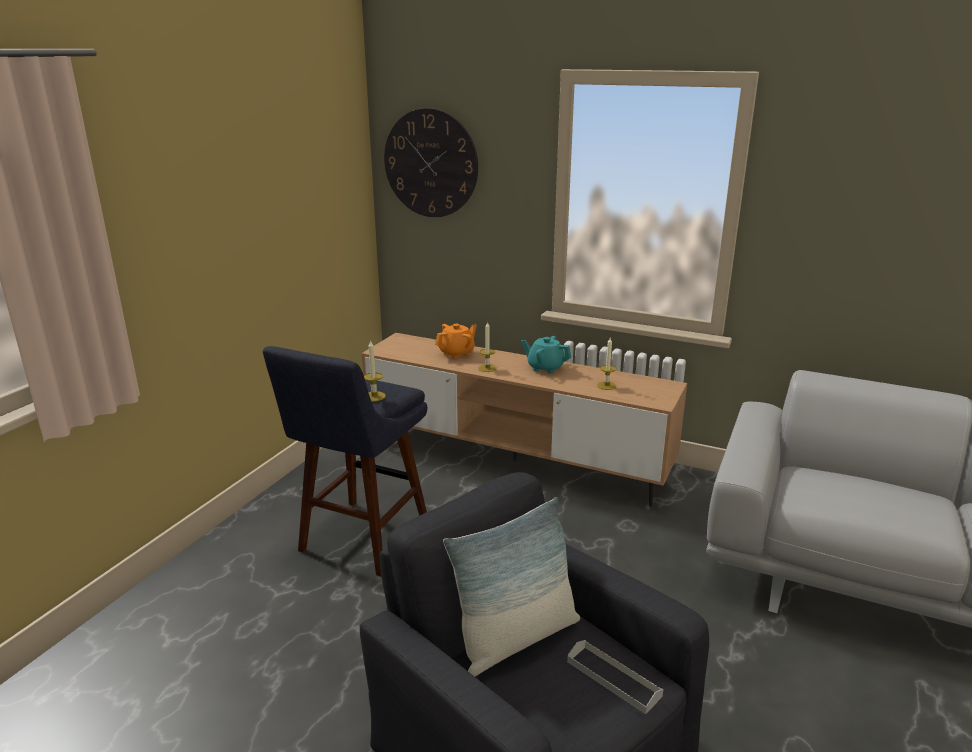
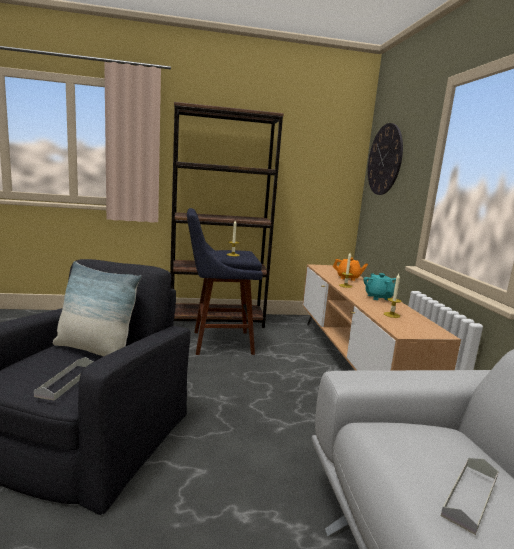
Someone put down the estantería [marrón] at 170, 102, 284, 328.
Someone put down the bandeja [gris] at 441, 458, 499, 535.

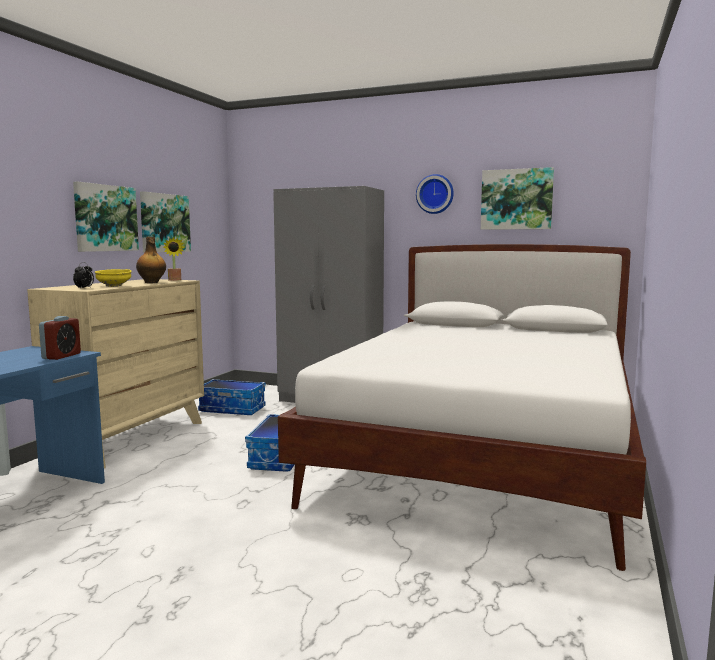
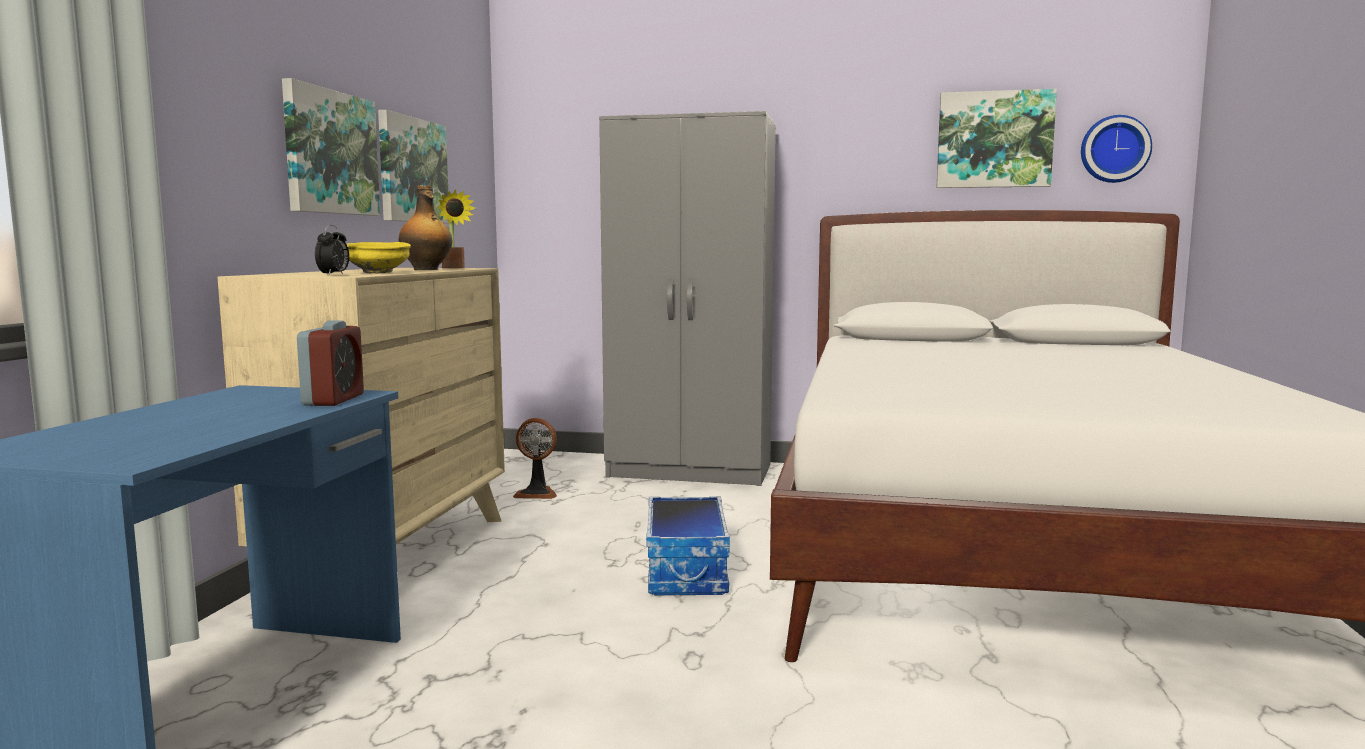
Someone carried the reloj de pared from 416, 174, 454, 214 to 1081, 115, 1152, 183.
Someone swapped the caja de almacenaje at 198, 379, 265, 415 for the ventilador at 513, 418, 557, 499.

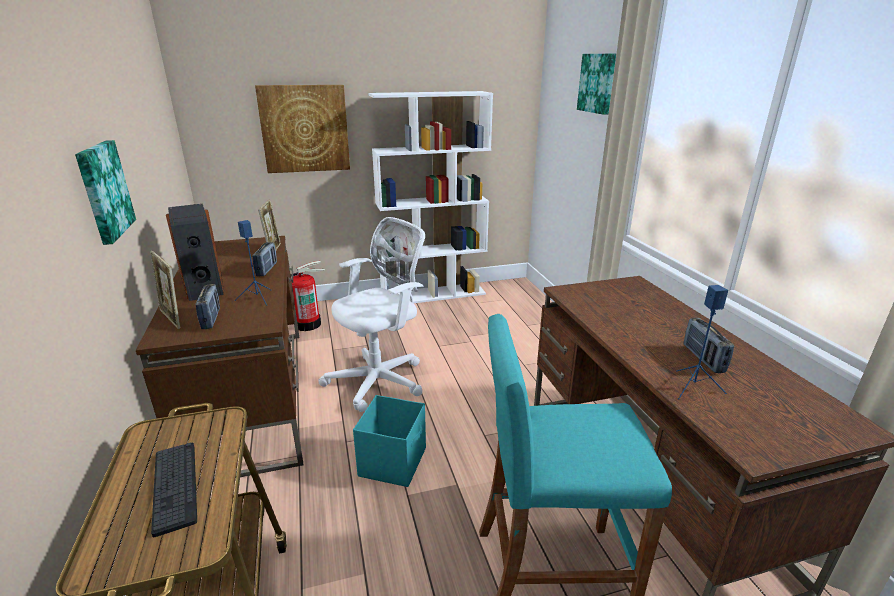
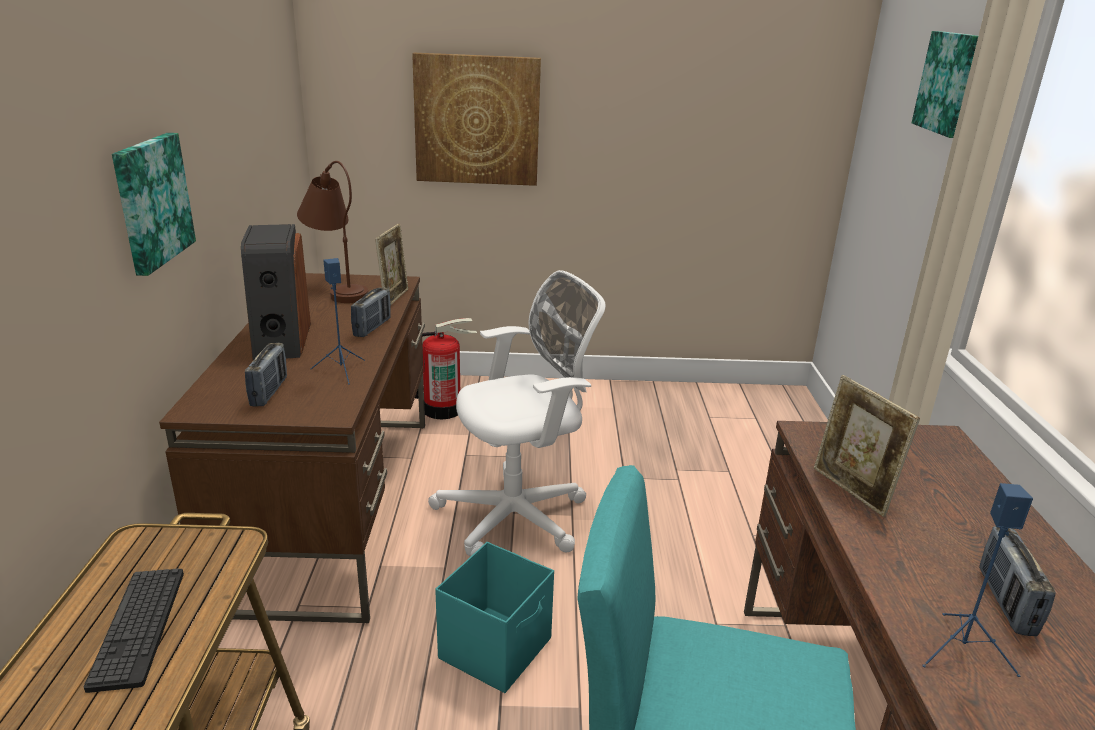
Someone took away the estantería [blanco] at 369, 91, 493, 303.
Someone carried the portarretratos from 151, 251, 180, 329 to 814, 375, 920, 517.
Someone put down the lámpara de mesa [marrón] at 297, 161, 368, 303.

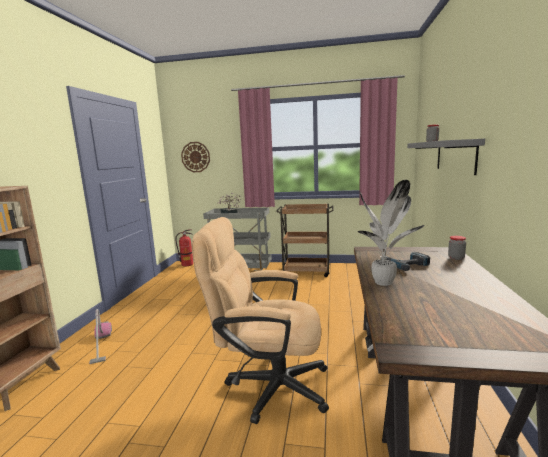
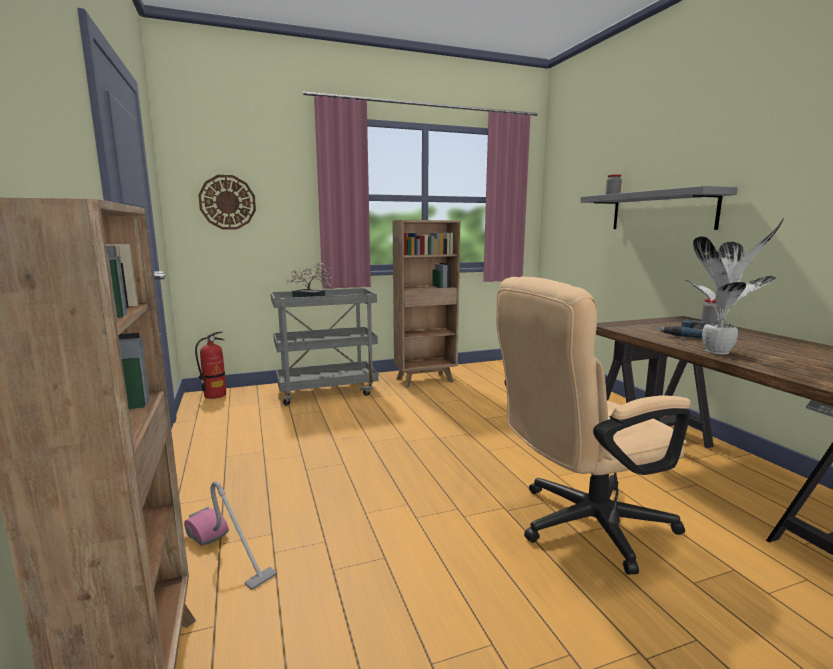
Someone swapped the carrito [marrón] at 276, 204, 334, 277 for the estantería [marrón] at 393, 220, 461, 388.

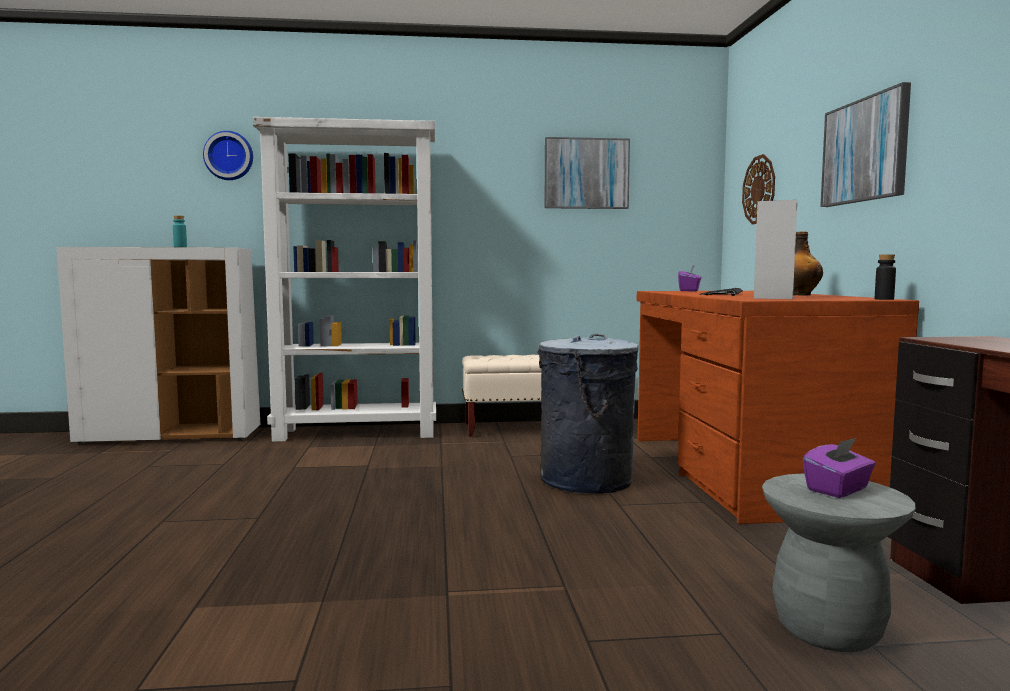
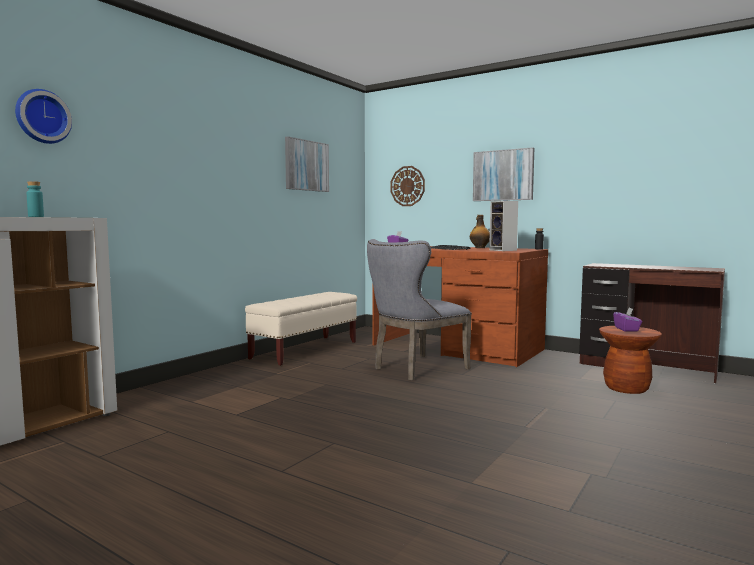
Someone took away the estantería [blanco] at 253, 117, 436, 442.
Someone swapped the papelera [gris] at 537, 334, 639, 494 for the silla [gris] at 367, 239, 472, 380.
Someone repainted the taburete [gris] at 762, 473, 915, 652, which became the taburete [marrón] at 599, 326, 662, 394.

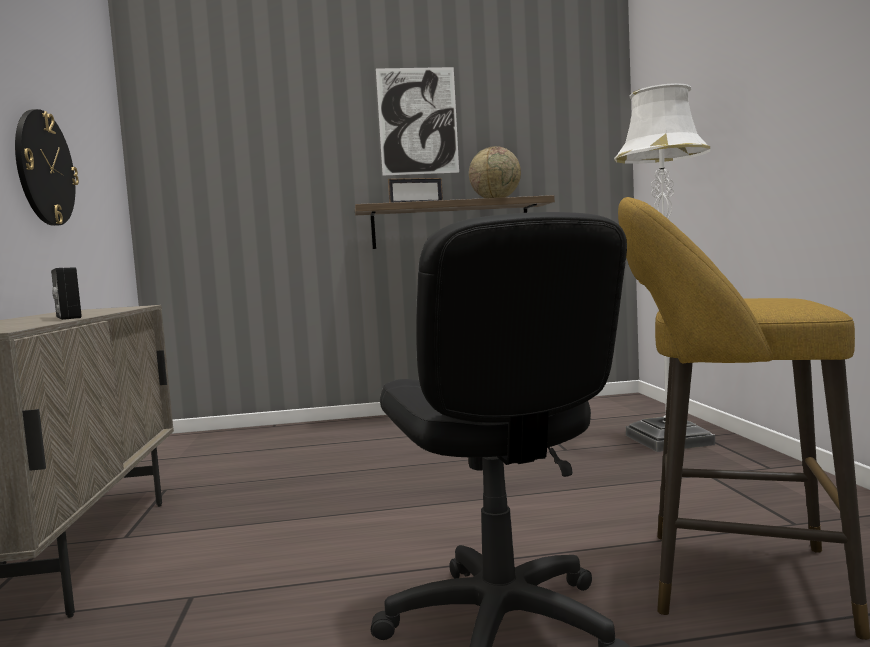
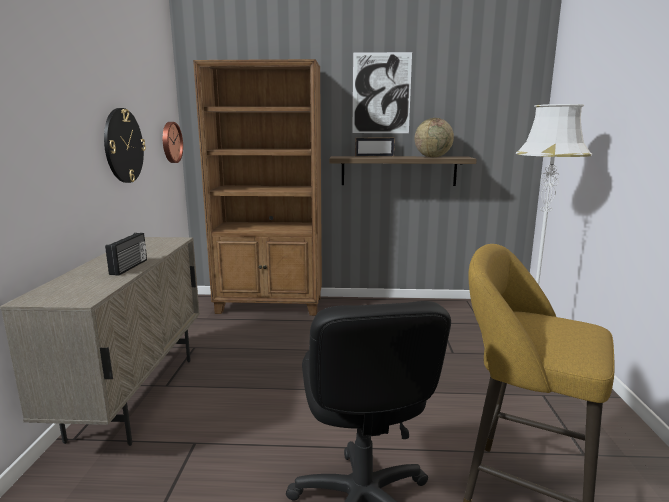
Someone rotated the radio at 51, 267, 82, 320 by 150 degrees counterclockwise.
Someone put down the estantería [marrón] at 193, 59, 322, 316.
Someone put up the reloj de pared at 163, 122, 183, 163.

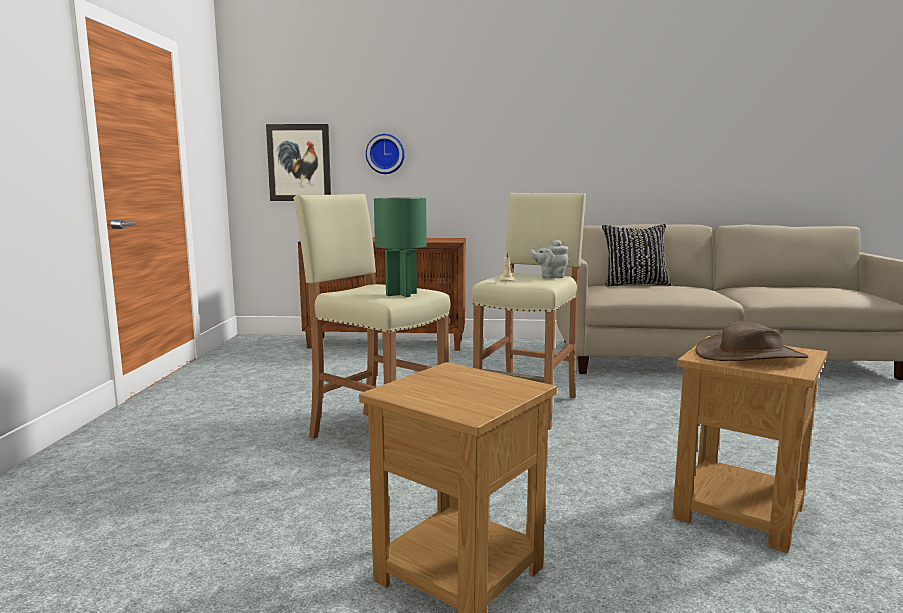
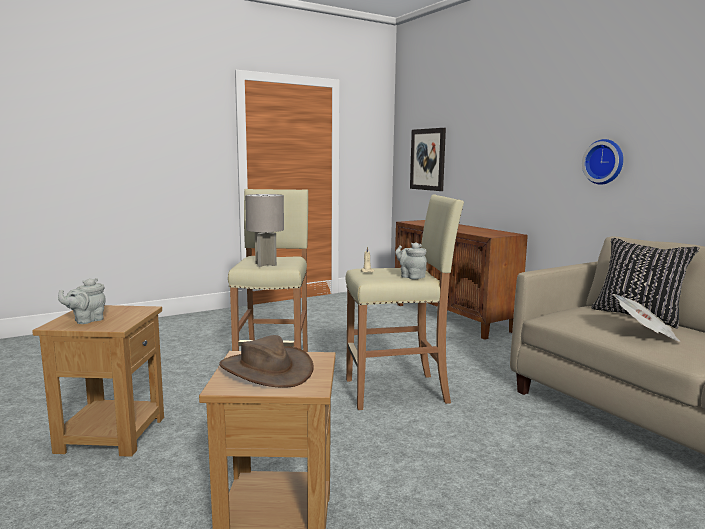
Someone carried the reloj de pared from 366, 134, 405, 174 to 582, 139, 623, 185.
Someone repainted the lámpara de mesa [verde] at 374, 198, 427, 297, which became the lámpara de mesa [gris] at 245, 194, 284, 267.
Someone put down the tetera [gris] at 58, 278, 106, 324.
Someone put down the periódico at 613, 294, 681, 342.

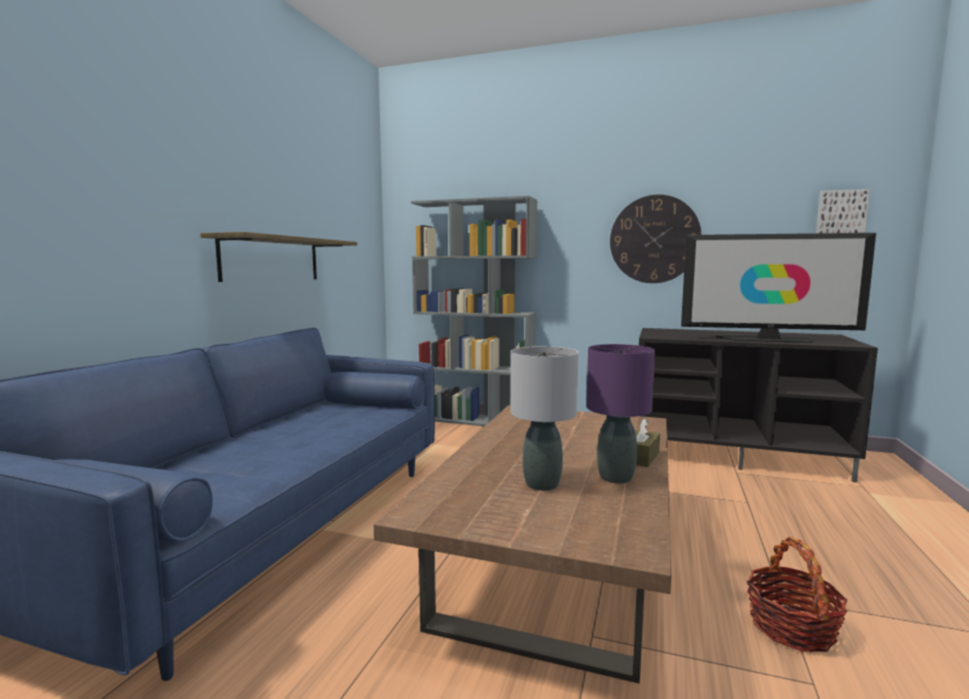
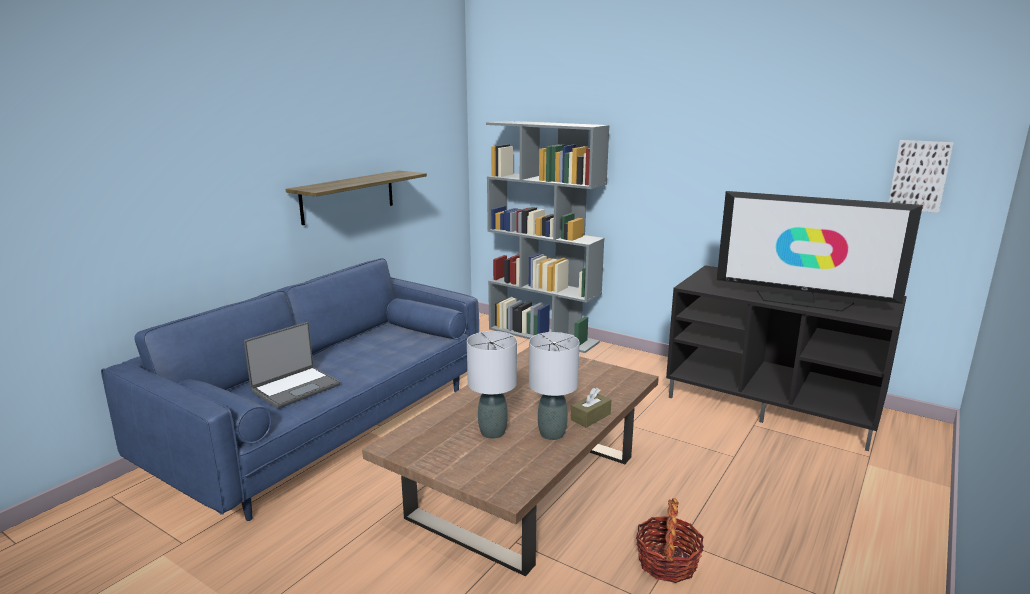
Someone took away the reloj de pared at 610, 194, 701, 283.
Someone repainted the lámpara de mesa [morado] at 586, 344, 655, 484, which became the lámpara de mesa [gris] at 529, 332, 580, 440.
Someone put down the portátil at 244, 322, 340, 409.

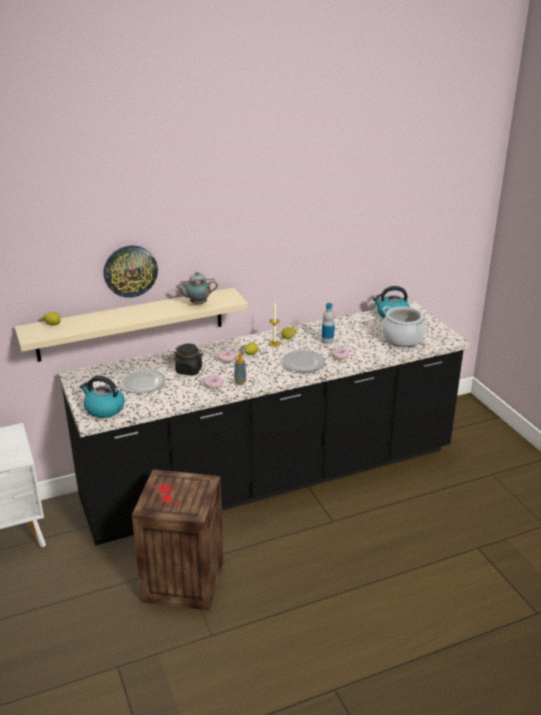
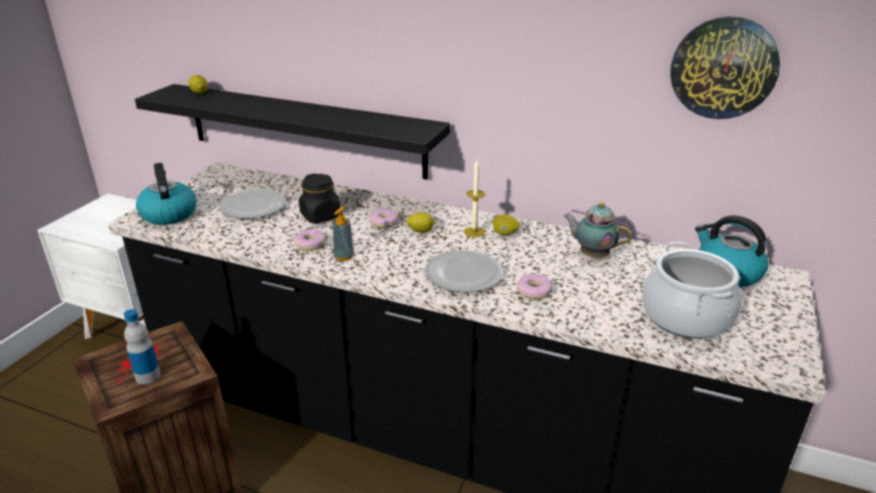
Someone carried the reloj de pared from 104, 246, 158, 298 to 670, 16, 780, 119.
Someone carried the tetera from 176, 272, 218, 304 to 563, 202, 632, 258.
Someone repainted the estante [beis] at 15, 288, 248, 362, which became the estante [negro] at 135, 84, 450, 180.
Someone carried the botella from 321, 303, 335, 344 to 124, 309, 160, 384.

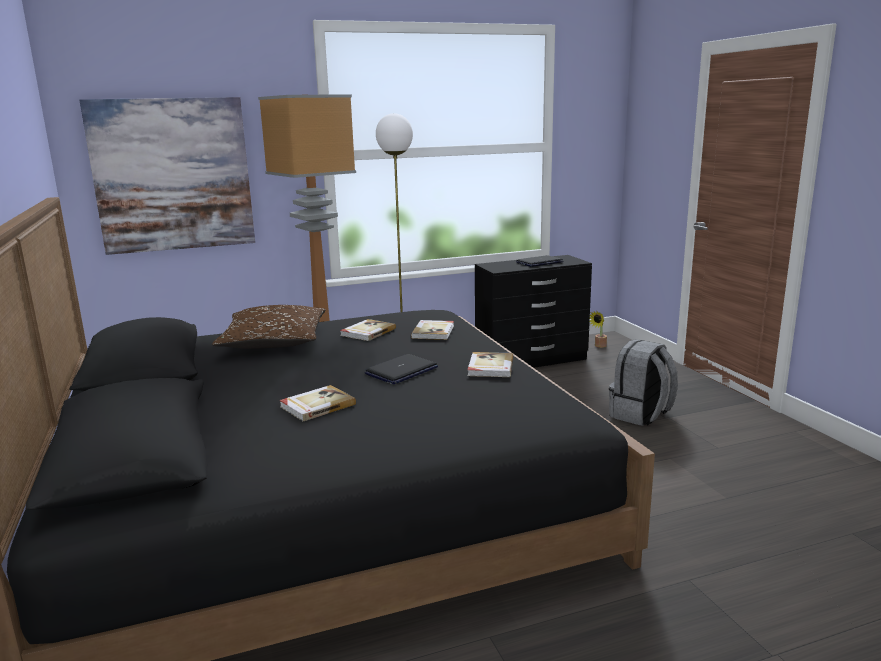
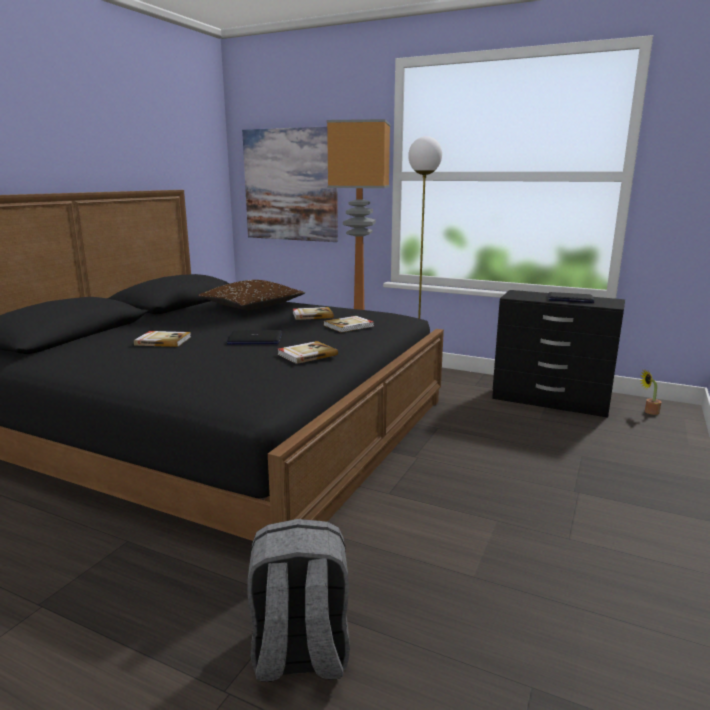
Someone carried the mochila [gris] from 609, 339, 678, 426 to 247, 519, 350, 682.

